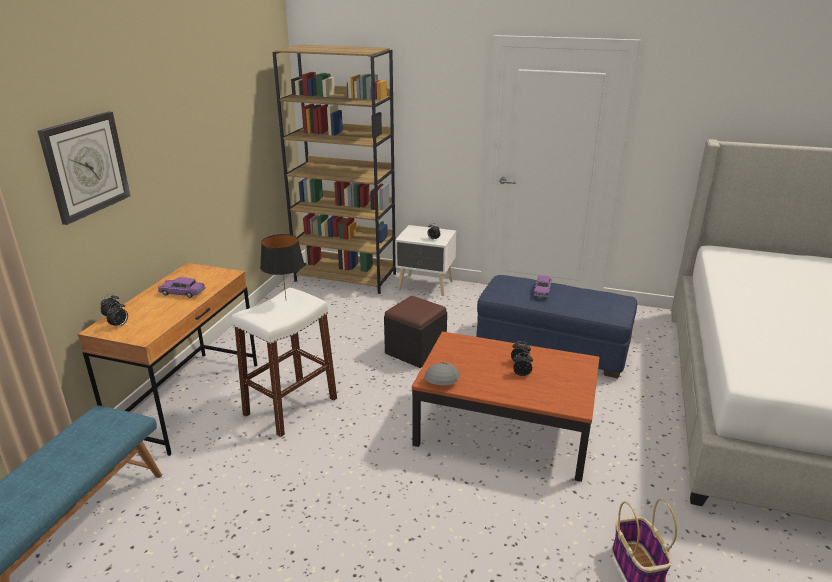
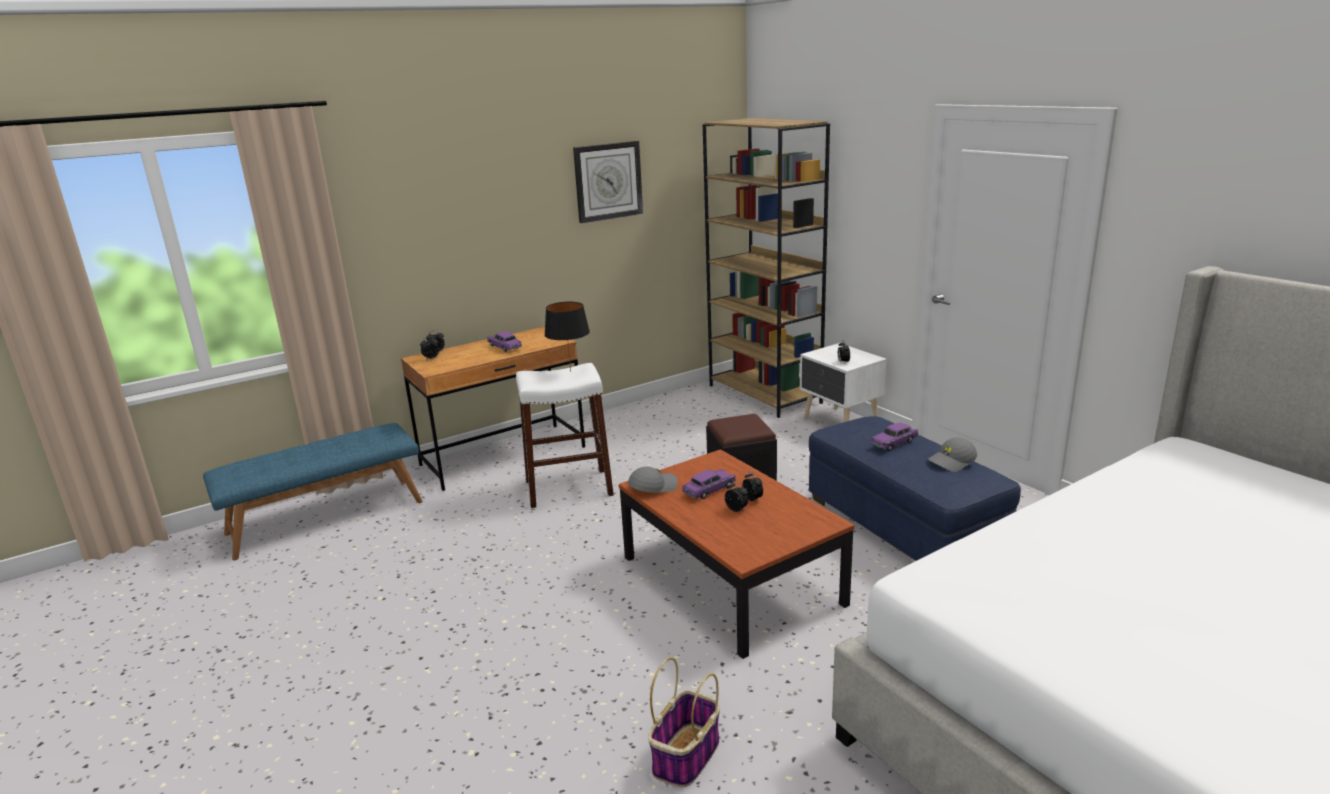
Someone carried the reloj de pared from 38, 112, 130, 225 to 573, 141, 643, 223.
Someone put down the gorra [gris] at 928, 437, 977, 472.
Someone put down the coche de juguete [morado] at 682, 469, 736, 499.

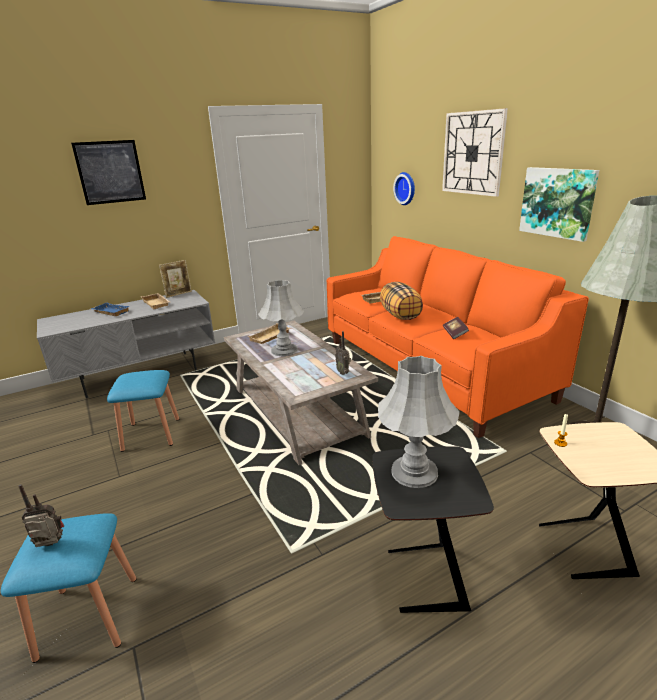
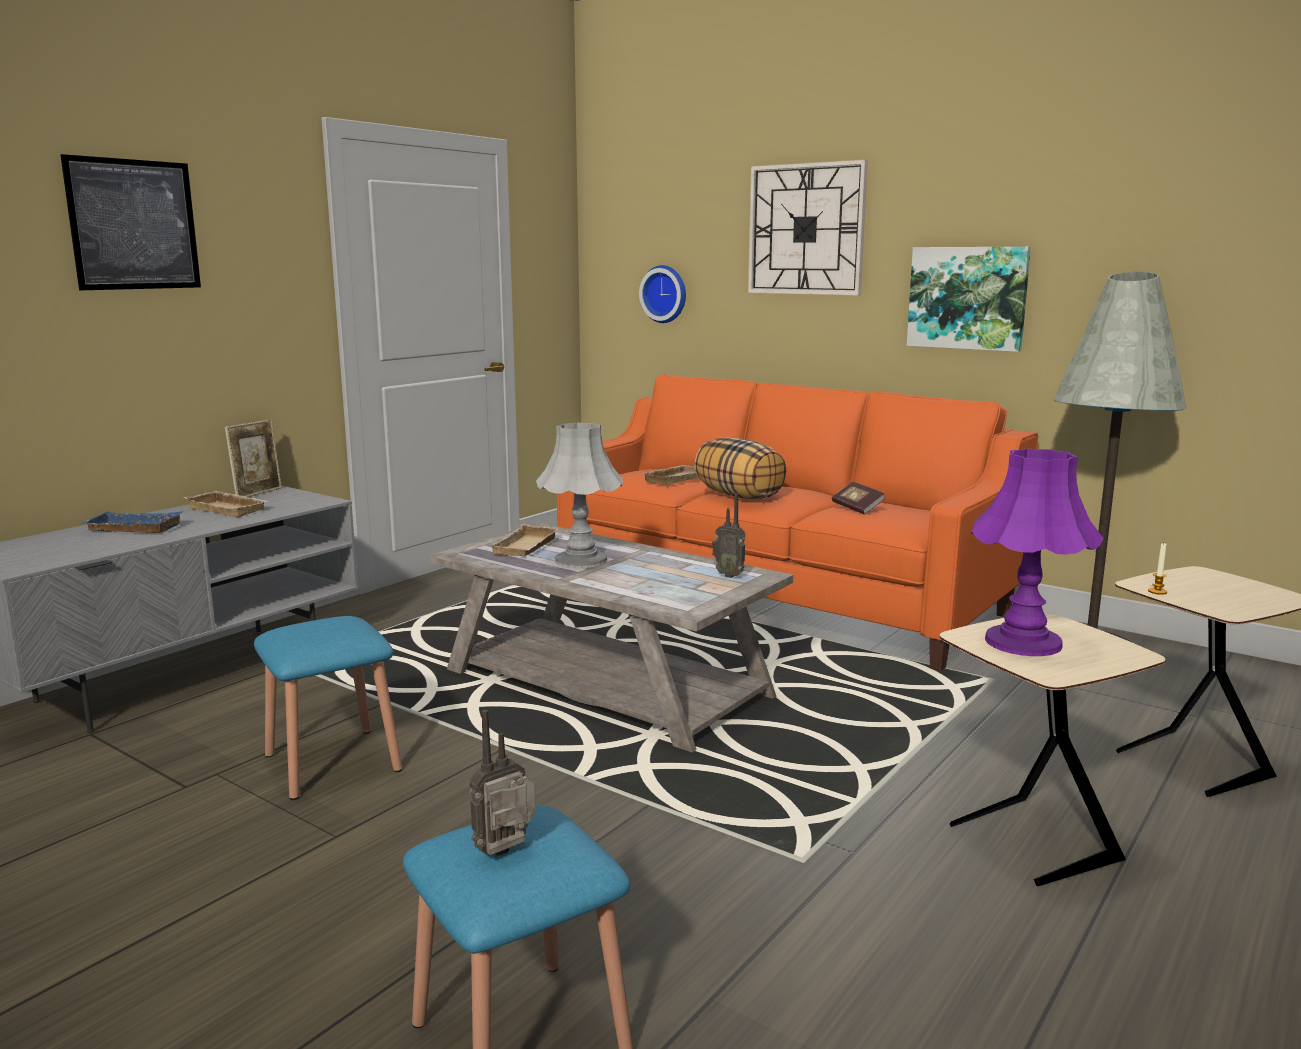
Someone repainted the lámpara de mesa [gris] at 378, 356, 460, 488, which became the lámpara de mesa [morado] at 971, 448, 1103, 656.
Someone repainted the mesa auxiliar [negro] at 372, 446, 494, 613, which became the mesa auxiliar [beis] at 940, 612, 1165, 886.

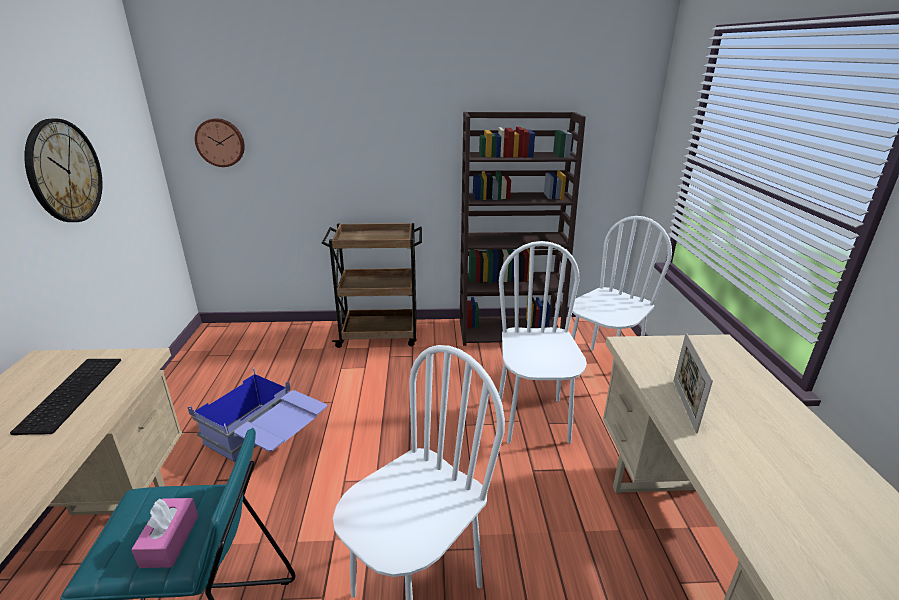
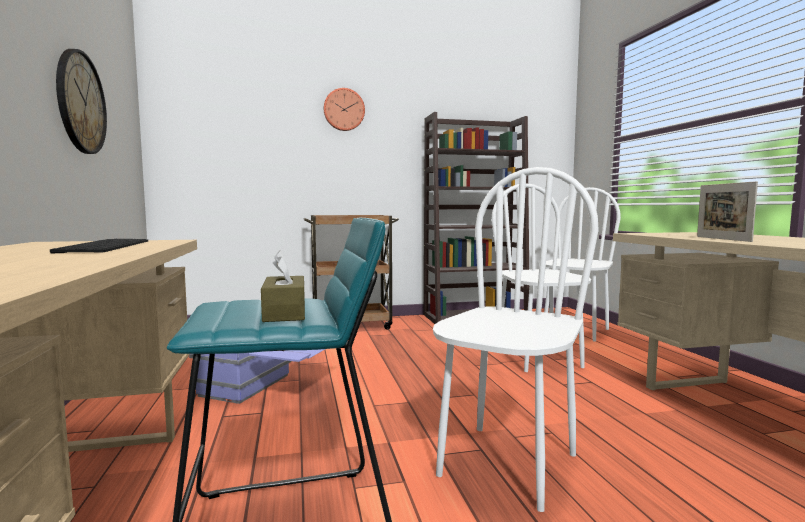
Someone carried the reloj de pared from 195, 118, 245, 167 to 324, 88, 365, 131.
Someone repainted the caja de pañuelos [rosa] at 131, 498, 198, 568, which became the caja de pañuelos [marrón] at 261, 251, 305, 322.

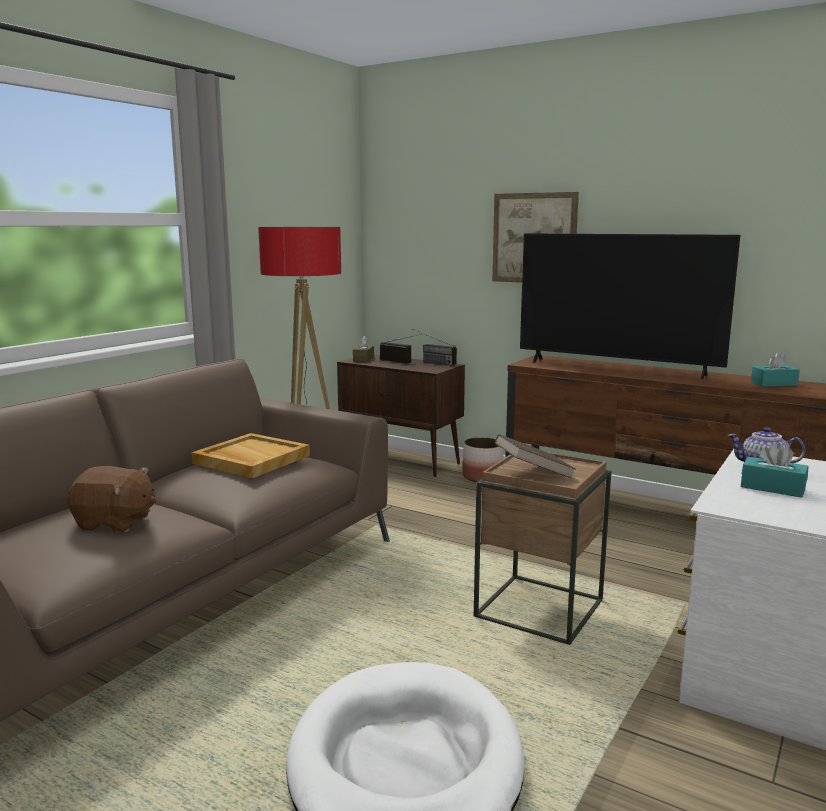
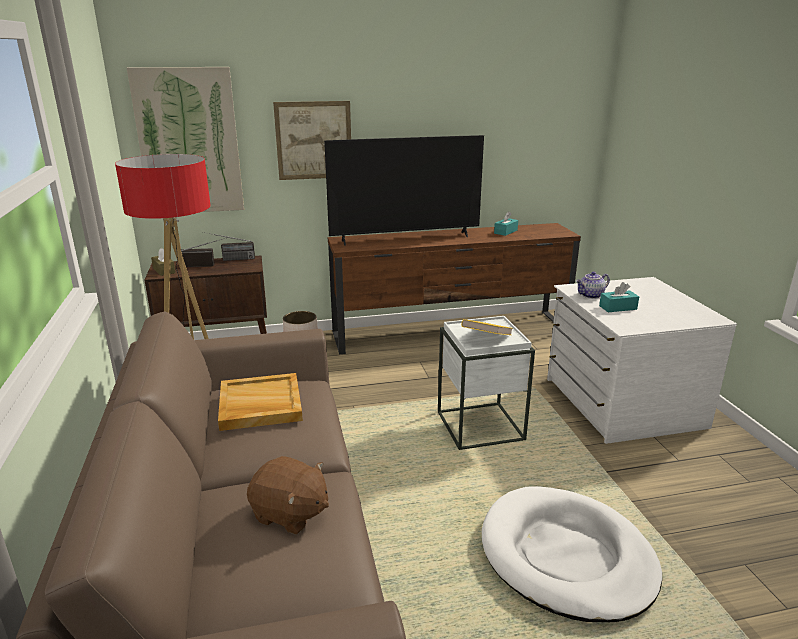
Someone repainted the libro [marrón] at 495, 434, 576, 479, which became the libro [amarillo] at 461, 319, 513, 335.
Someone repainted the mesa auxiliar [marrón] at 474, 452, 611, 645, which became the mesa auxiliar [blanco] at 438, 316, 535, 450.
Someone rotated the peluche [marrón] at 67, 466, 156, 532 by 60 degrees clockwise.
Someone put up the cuadro at 127, 67, 244, 212.

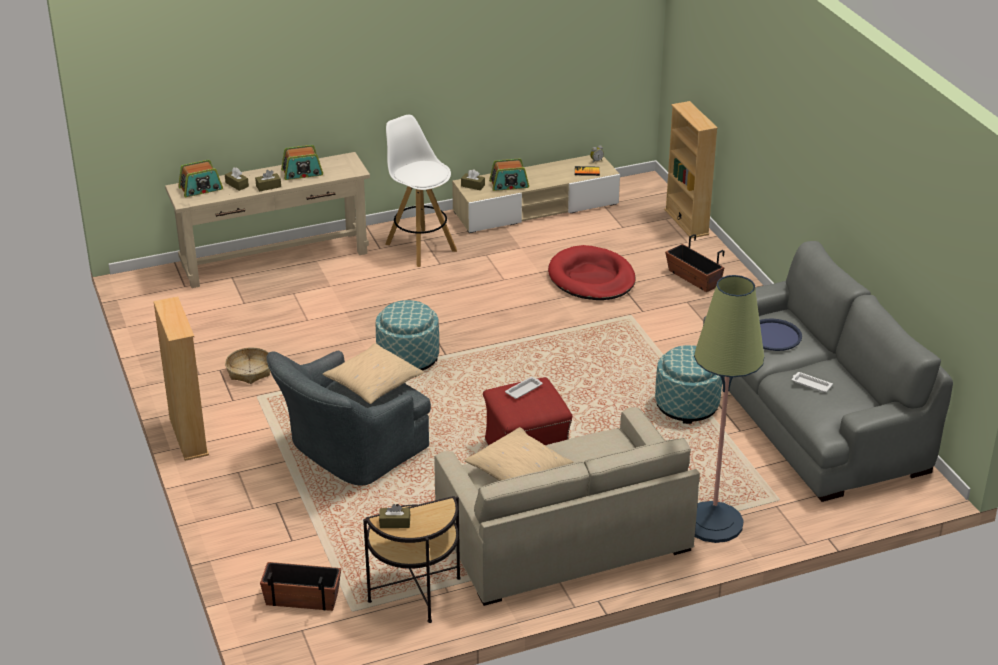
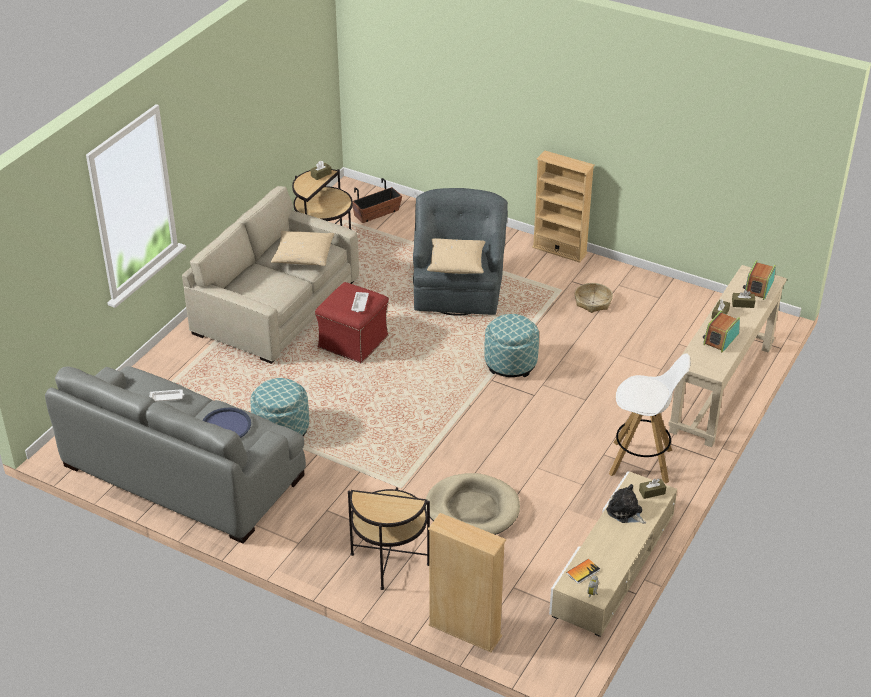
Someone swapped the radio at 489, 158, 529, 191 for the peluche at 606, 484, 646, 524.
Someone swapped the maceta at 665, 234, 724, 292 for the mesa auxiliar at 348, 487, 430, 590.
Someone repainted the cama para perro [rojo] at 548, 245, 636, 300, which became the cama para perro [beis] at 425, 473, 520, 535.
Someone took away the lámpara de pie at 694, 275, 764, 543.

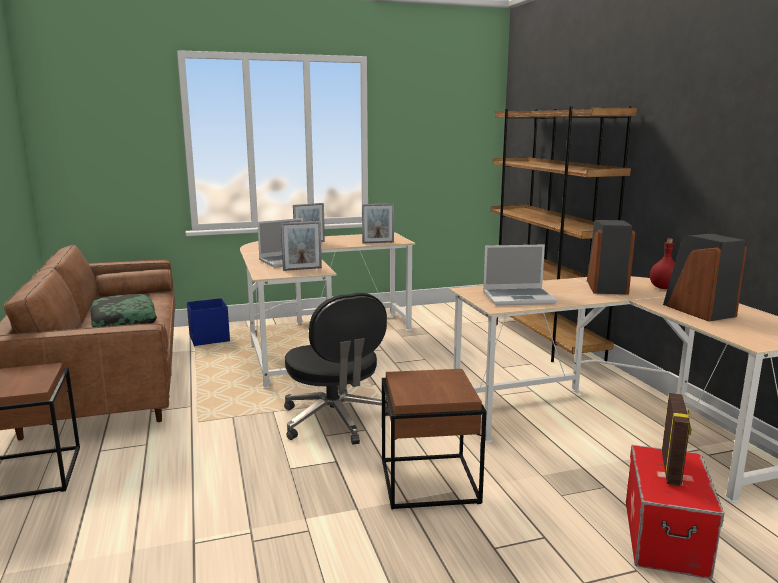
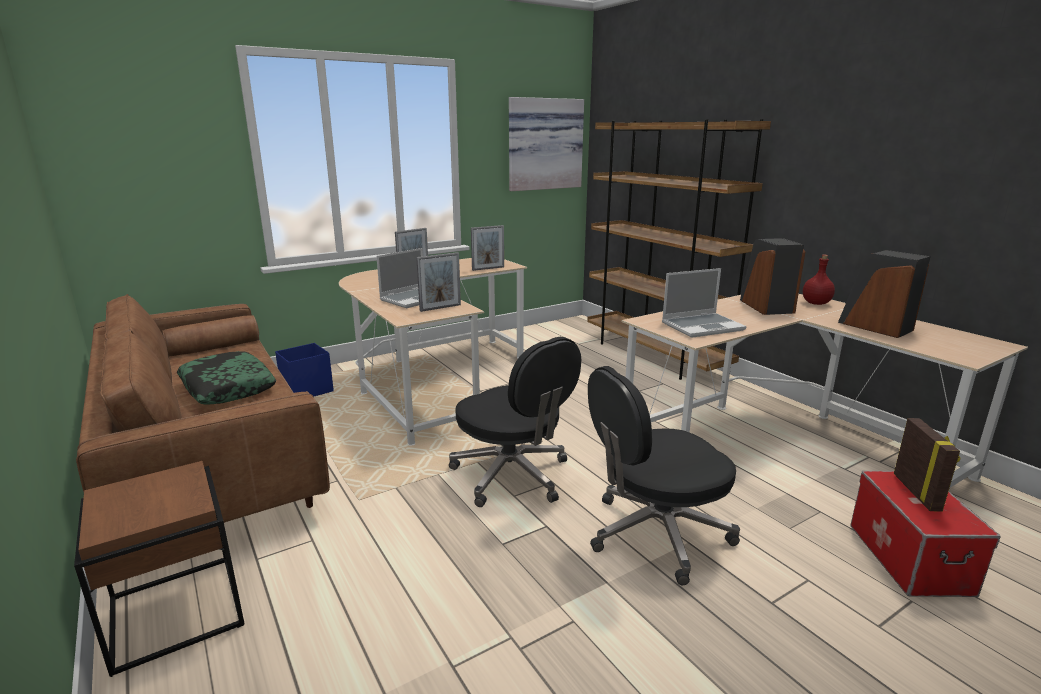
Someone swapped the mesa auxiliar [marrón] at 382, 369, 487, 510 for the silla de oficina [negro] at 588, 366, 740, 585.
Someone put up the cuadro at 509, 97, 584, 191.

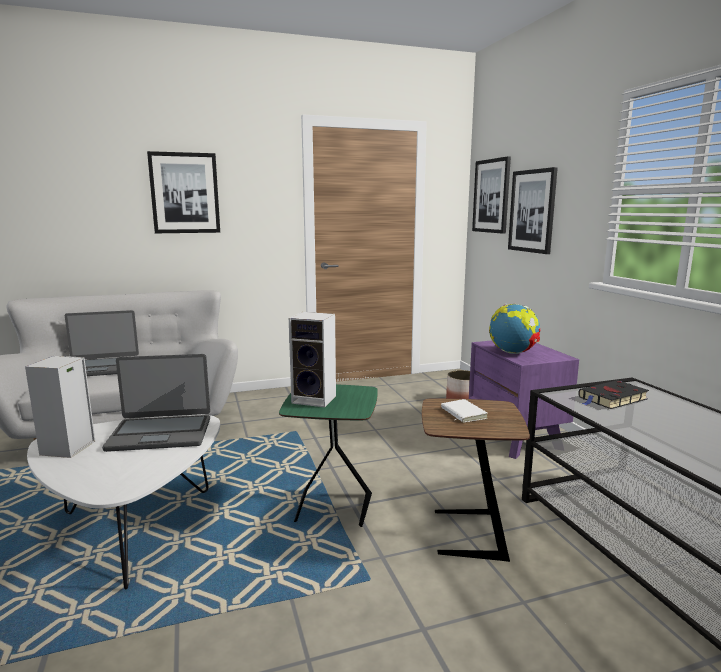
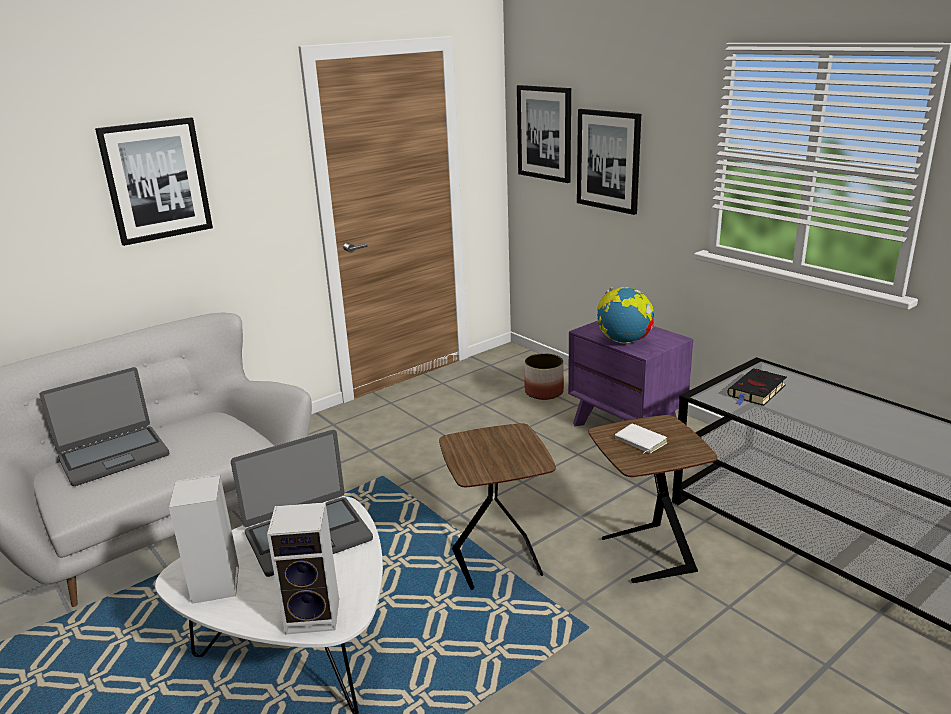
Someone carried the altavoz from 289, 312, 336, 407 to 267, 502, 339, 635.
Someone repainted the mesa auxiliar [verde] at 279, 384, 378, 527, which became the mesa auxiliar [marrón] at 439, 423, 556, 590.

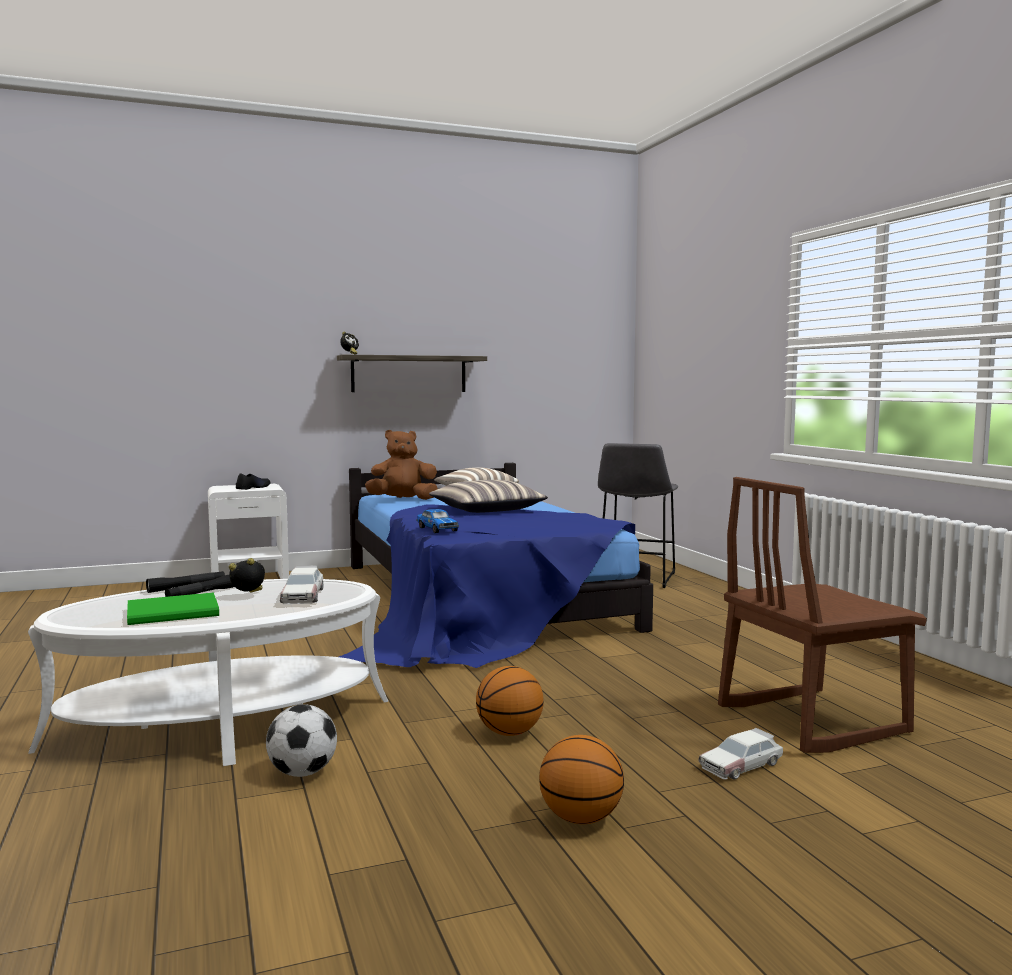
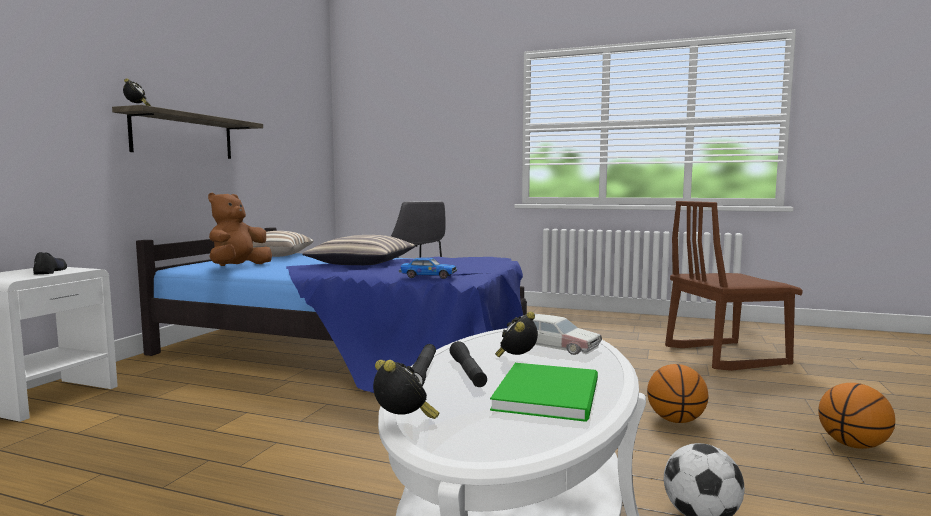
Someone rotated the silla [marrón] at 718, 477, 927, 753 by 60 degrees clockwise.
Someone took away the coche de juguete at 698, 728, 783, 779.
Someone put down the despertador at 373, 360, 440, 419.

